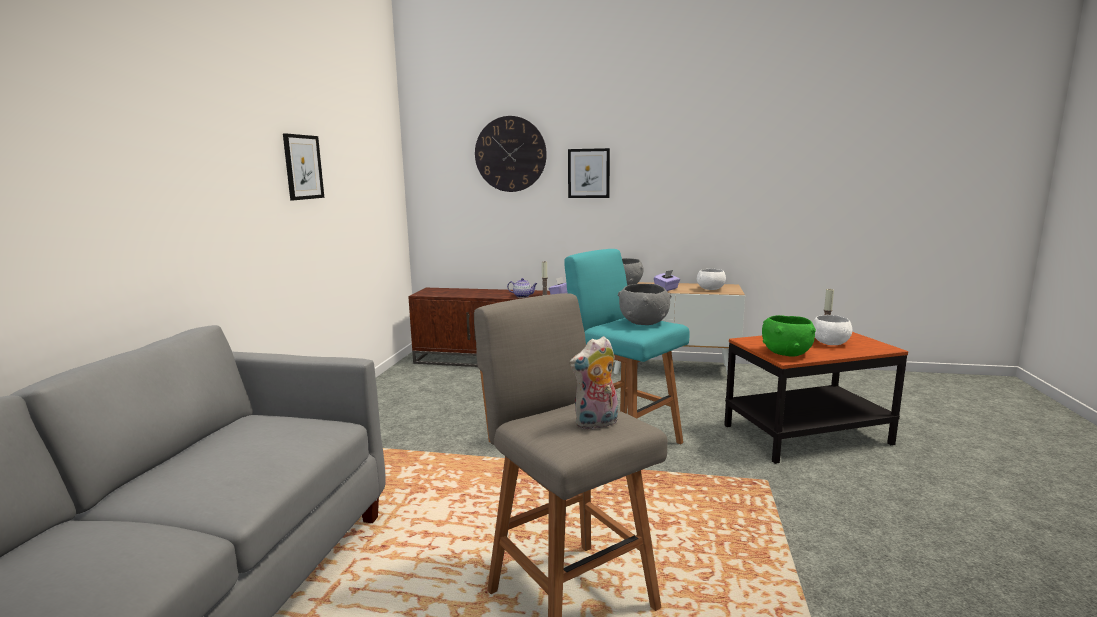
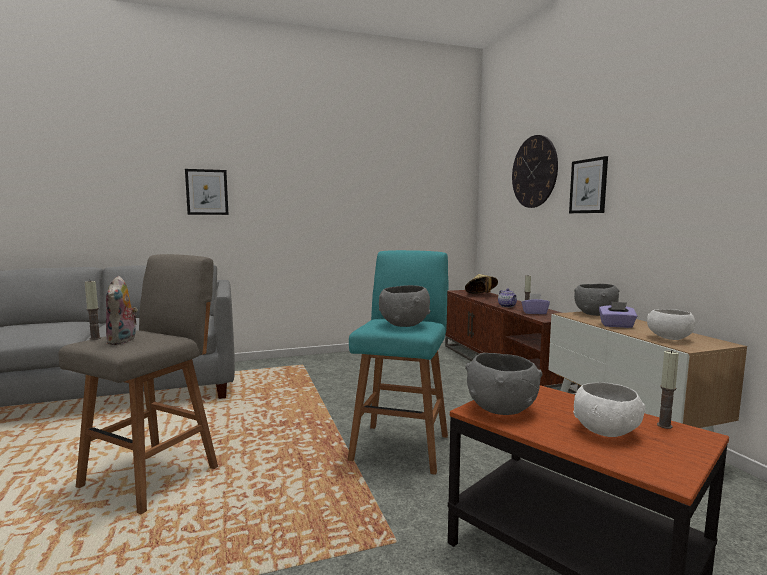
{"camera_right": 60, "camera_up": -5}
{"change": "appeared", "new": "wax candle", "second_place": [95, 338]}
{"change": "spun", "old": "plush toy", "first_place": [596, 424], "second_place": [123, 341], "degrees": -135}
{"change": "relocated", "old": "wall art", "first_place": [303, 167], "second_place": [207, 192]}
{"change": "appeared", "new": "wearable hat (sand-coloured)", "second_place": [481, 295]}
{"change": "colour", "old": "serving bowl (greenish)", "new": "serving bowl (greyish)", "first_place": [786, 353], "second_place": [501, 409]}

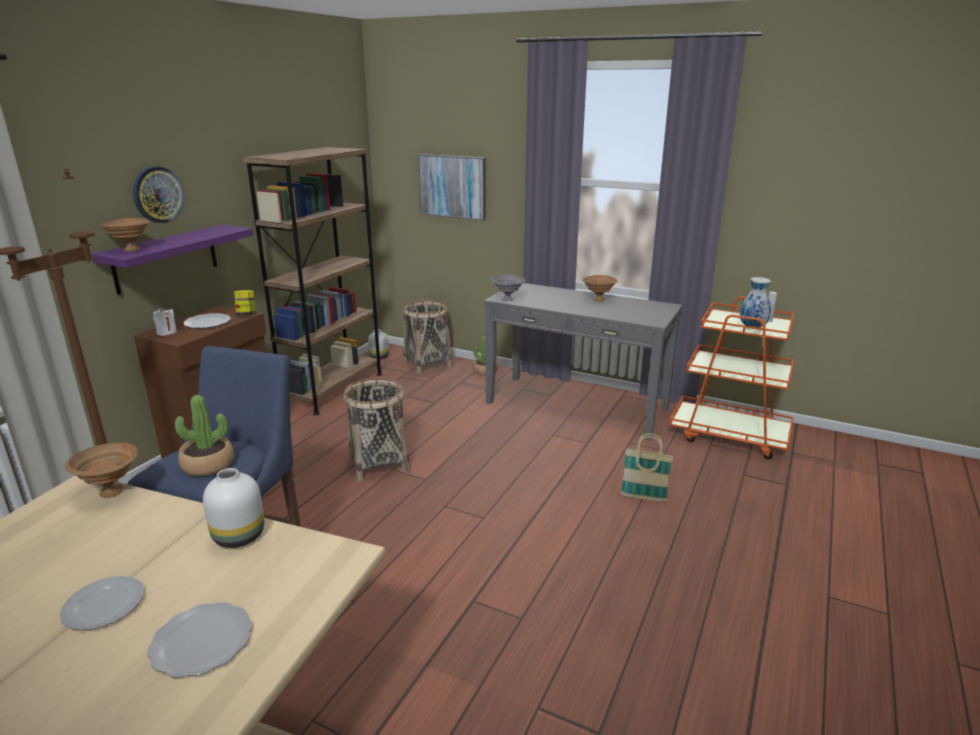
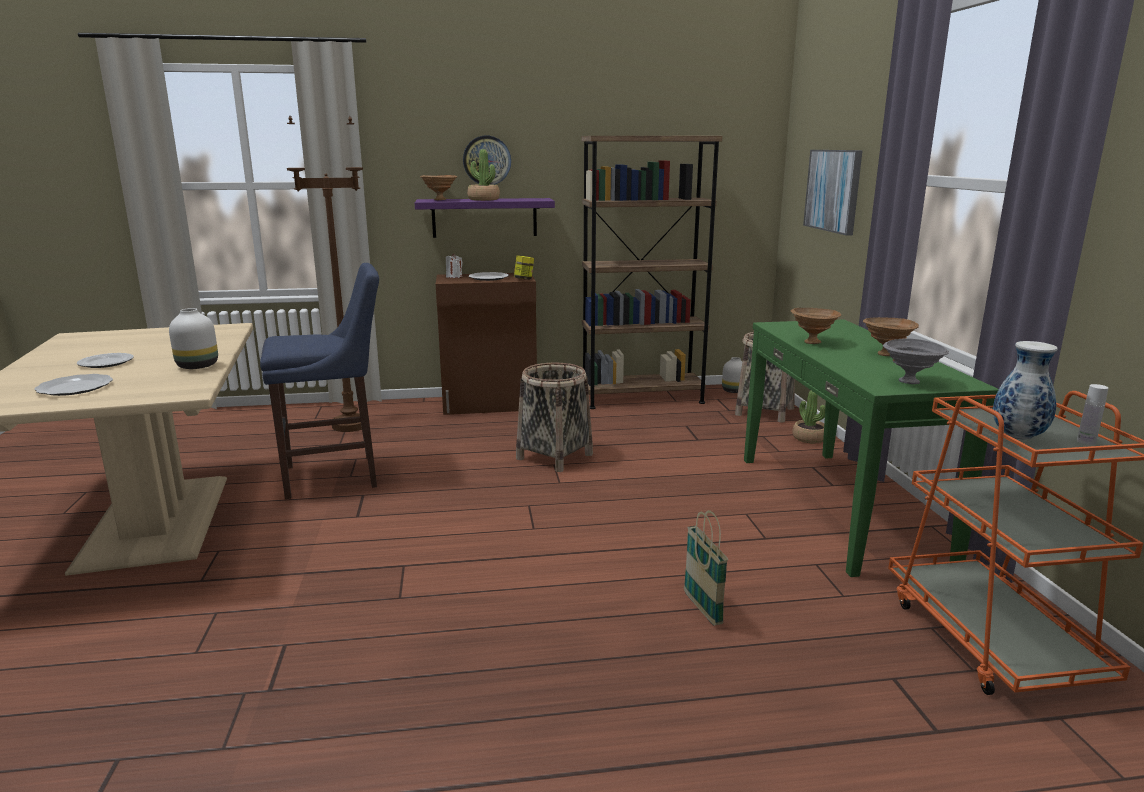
{"camera_right": 55, "camera_up": -5}
{"change": "relocated", "old": "houseplant", "first_place": [208, 465], "second_place": [483, 199]}
{"change": "colour", "old": "console table (greyish)", "new": "console table (greenish)", "first_place": [576, 405], "second_place": [839, 506]}
{"change": "relocated", "old": "serving bowl (brownish)", "first_place": [110, 491], "second_place": [812, 342]}
{"change": "relocated", "old": "serving bowl (greyish)", "first_place": [508, 299], "second_place": [911, 382]}

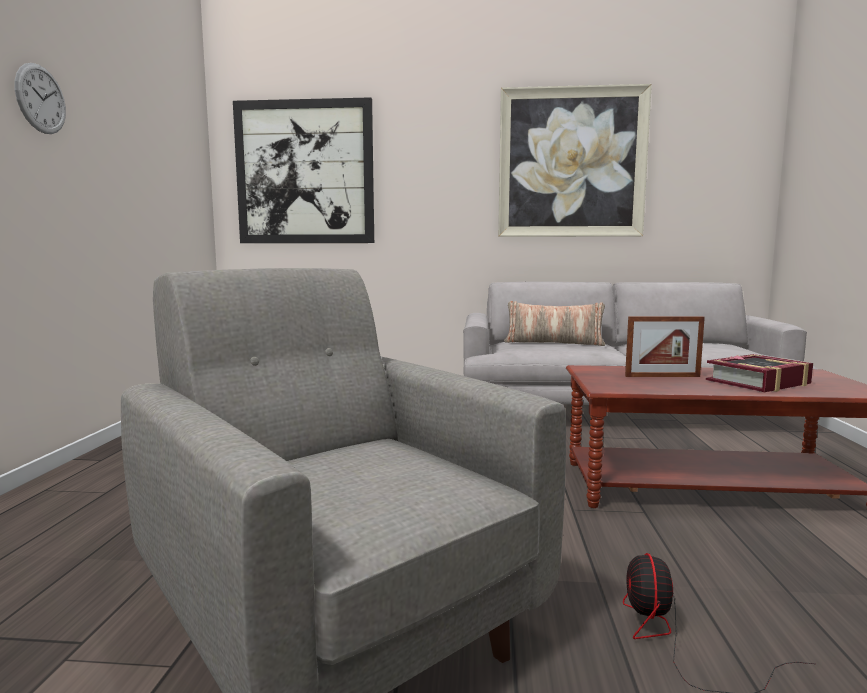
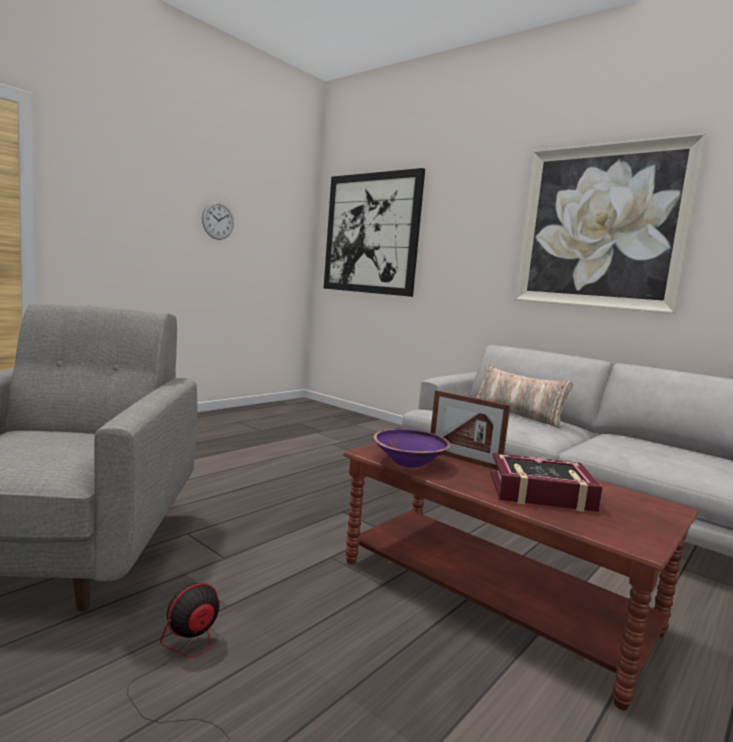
{"camera_right": 35, "camera_up": 0}
{"change": "relocated", "old": "wall clock", "first_place": [41, 99], "second_place": [218, 220]}
{"change": "appeared", "new": "serving bowl (purple)", "second_place": [409, 462]}

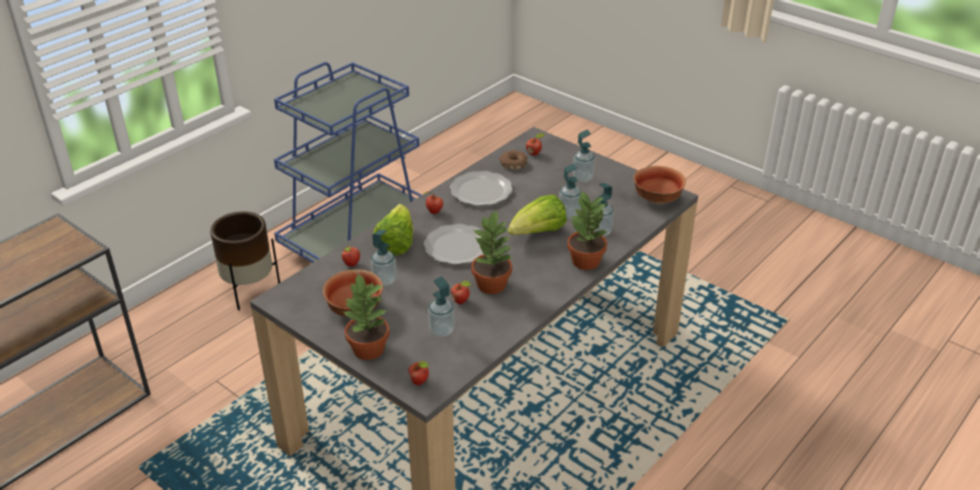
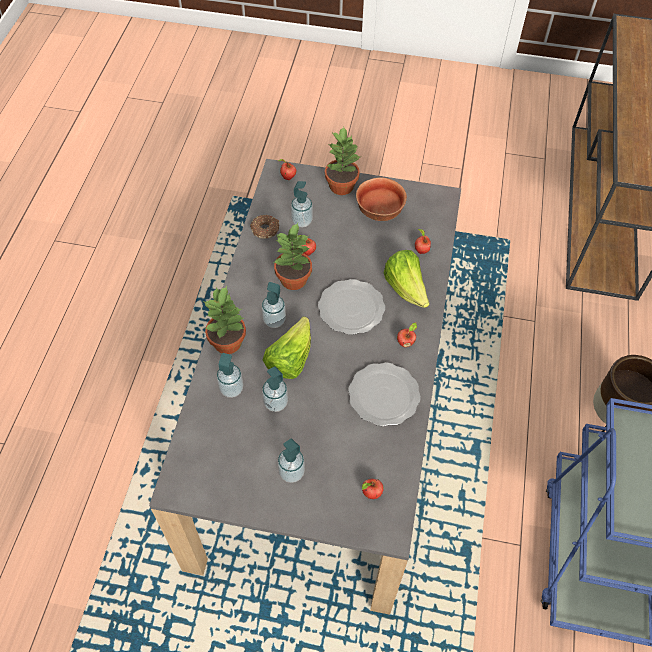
{"camera_right": 150, "camera_up": 20}
{"change": "relocated", "old": "ring doughnut", "first_place": [513, 164], "second_place": [265, 229]}
{"change": "relocated", "old": "liquid soap bottle", "first_place": [384, 280], "second_place": [274, 320]}
{"change": "missing", "old": "serving bowl", "first_place": [656, 199]}

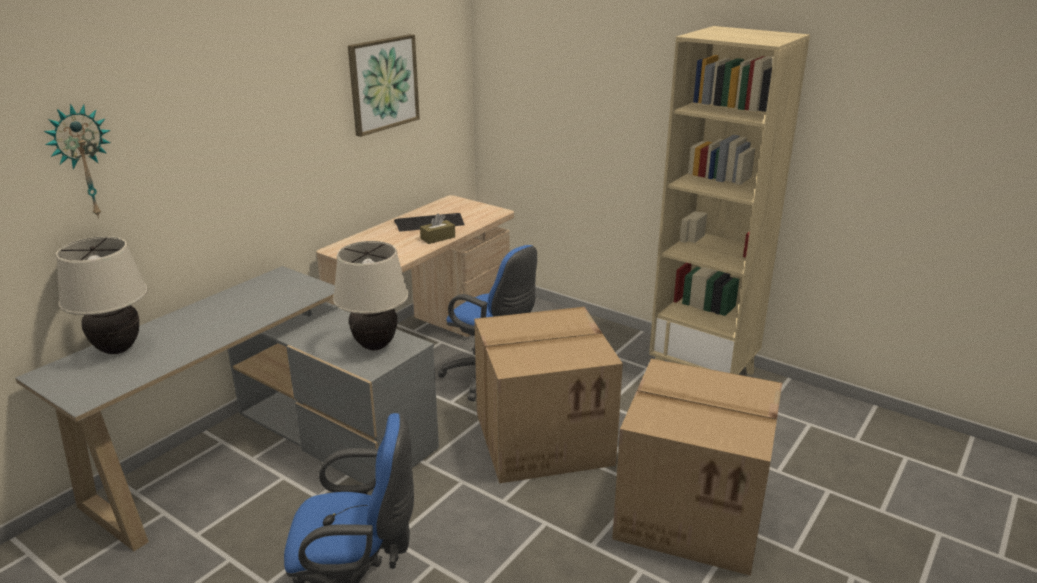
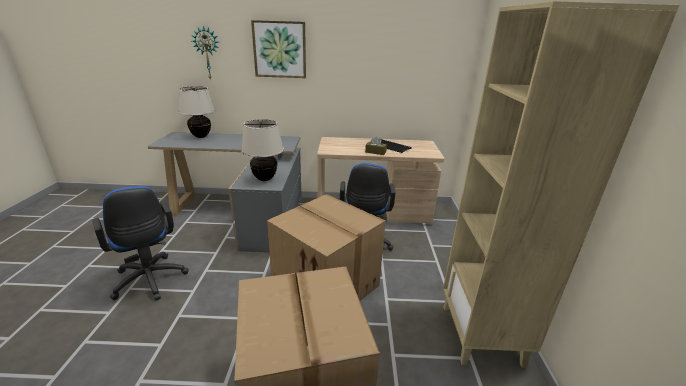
{"camera_right": 55, "camera_up": 0}
{"change": "relocated", "old": "wall art", "first_place": [383, 84], "second_place": [280, 49]}

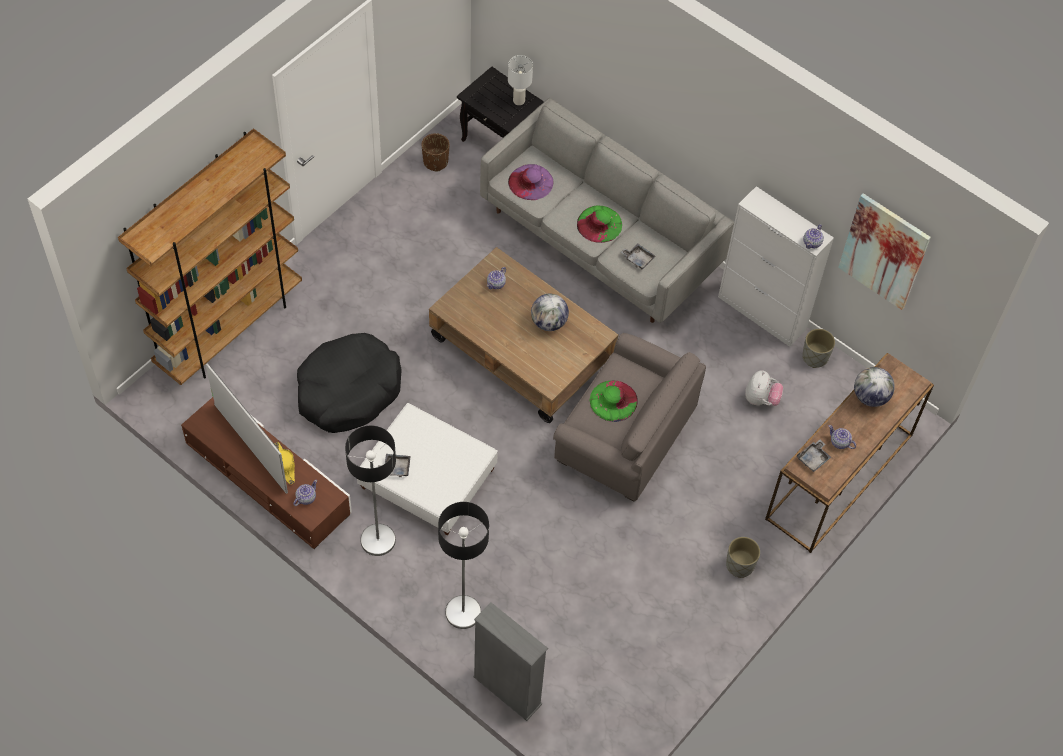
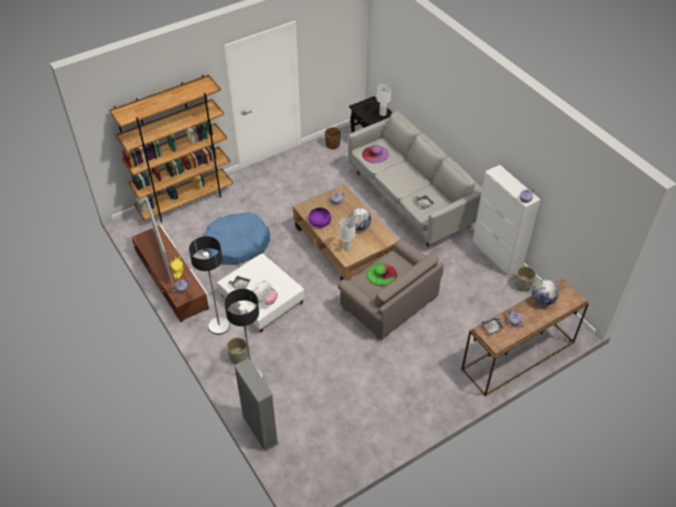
{"camera_right": 20, "camera_up": -10}
{"change": "colour", "old": "pet bed (black-coloured)", "new": "pet bed (bluish)", "first_place": [348, 391], "second_place": [236, 245]}
{"change": "relocated", "old": "flower pot (greyish)", "first_place": [740, 565], "second_place": [238, 357]}
{"change": "relocated", "old": "plush toy", "first_place": [761, 399], "second_place": [265, 300]}
{"change": "appeared", "new": "serving bowl (purple)", "second_place": [319, 222]}
{"change": "appeared", "new": "lamp for a table (white)", "second_place": [347, 248]}
{"change": "missing", "old": "wearable hat (greenish)", "first_place": [599, 224]}
{"change": "missing", "old": "wall art", "first_place": [884, 251]}

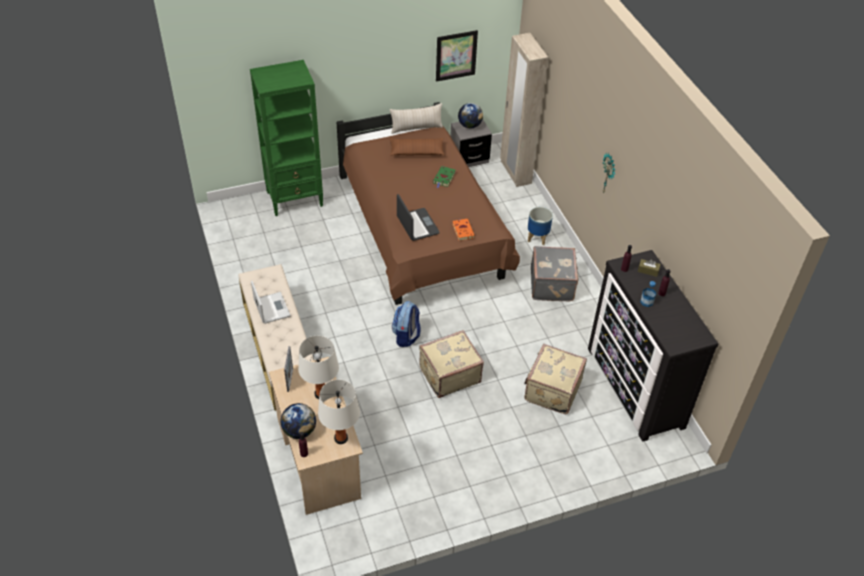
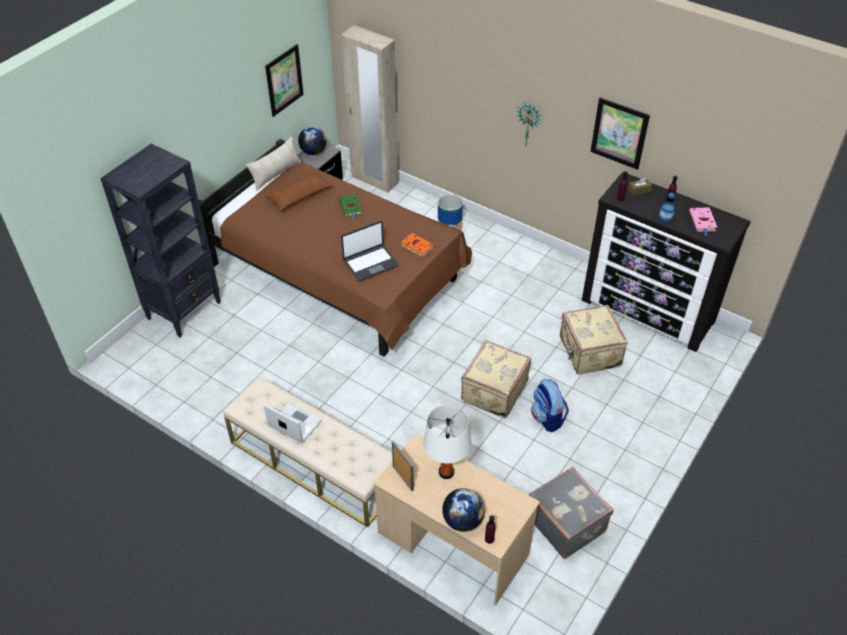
{"camera_right": -35, "camera_up": 0}
{"change": "colour", "old": "shelving unit (greenish)", "new": "shelving unit (black-coloured)", "first_place": [295, 199], "second_place": [185, 310]}
{"change": "spun", "old": "notebook computer", "first_place": [417, 225], "second_place": [370, 263], "degrees": 120}
{"change": "relocated", "old": "suitcase (greyish)", "first_place": [552, 284], "second_place": [566, 523]}
{"change": "relocated", "old": "backpack", "first_place": [406, 336], "second_place": [547, 418]}
{"change": "appeared", "new": "wall art", "second_place": [619, 133]}
{"change": "appeared", "new": "bound book (pink-coloured)", "second_place": [702, 222]}
{"change": "missing", "old": "lamp for a table (white)", "first_place": [341, 438]}

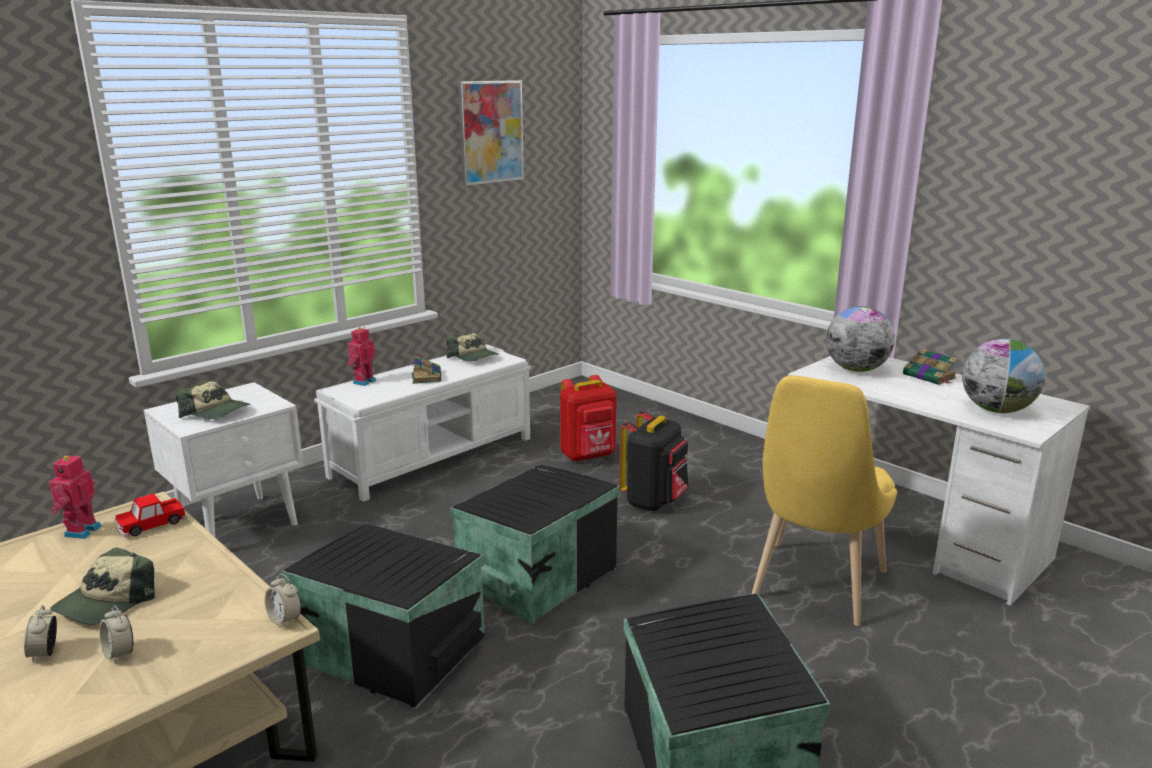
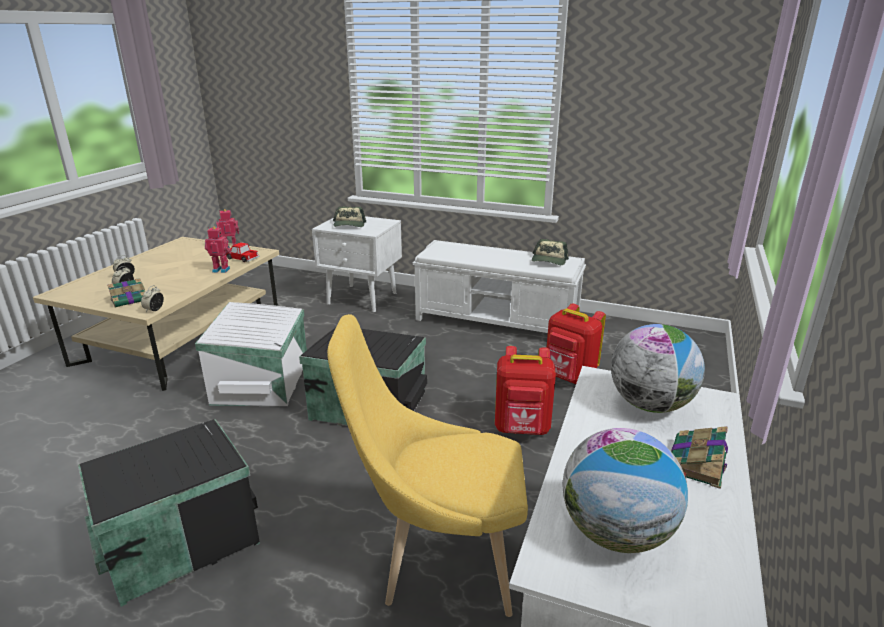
{"camera_right": 65, "camera_up": 5}
{"change": "relocated", "old": "bound book", "first_place": [426, 377], "second_place": [130, 300]}
{"change": "colour", "old": "storage box (black-coloured)", "new": "storage box (white)", "first_place": [393, 648], "second_place": [263, 380]}
{"change": "relocated", "old": "model robot", "first_place": [363, 381], "second_place": [221, 270]}
{"change": "colour", "old": "backpack (black-coloured)", "new": "backpack (red-coloured)", "first_place": [654, 501], "second_place": [522, 429]}
{"change": "missing", "old": "cap", "first_place": [106, 602]}
{"change": "missing", "old": "wall art", "first_place": [491, 132]}

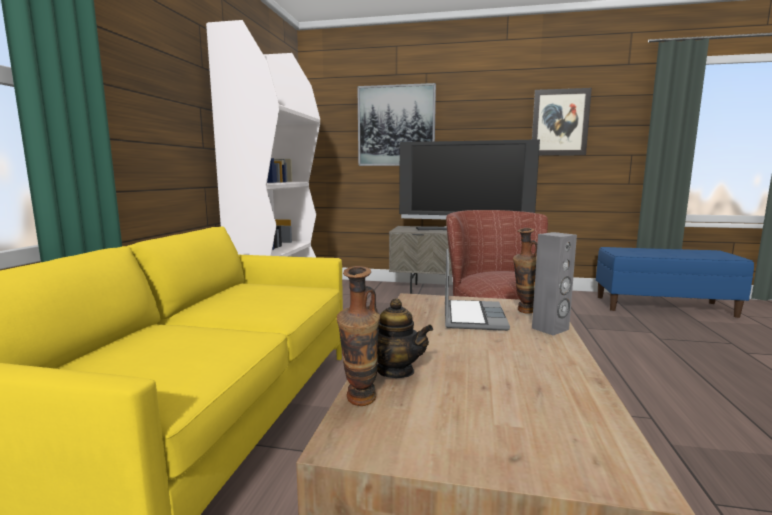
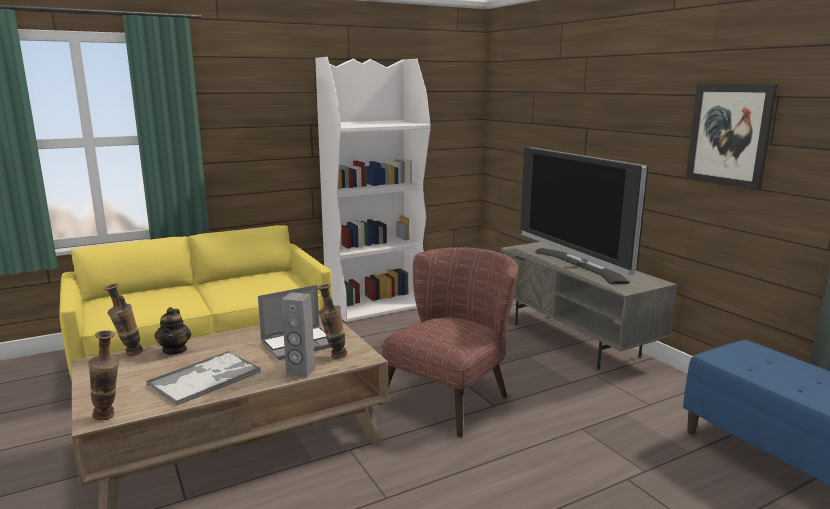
{"camera_right": 50, "camera_up": 5}
{"change": "appeared", "new": "vase", "second_place": [110, 417]}
{"change": "appeared", "new": "serving tray", "second_place": [206, 378]}
{"change": "missing", "old": "wall art", "first_place": [396, 126]}

